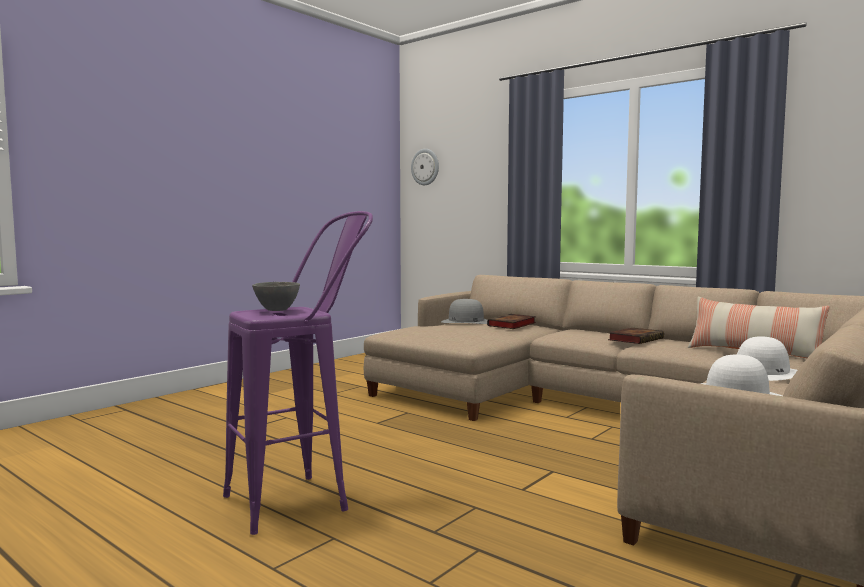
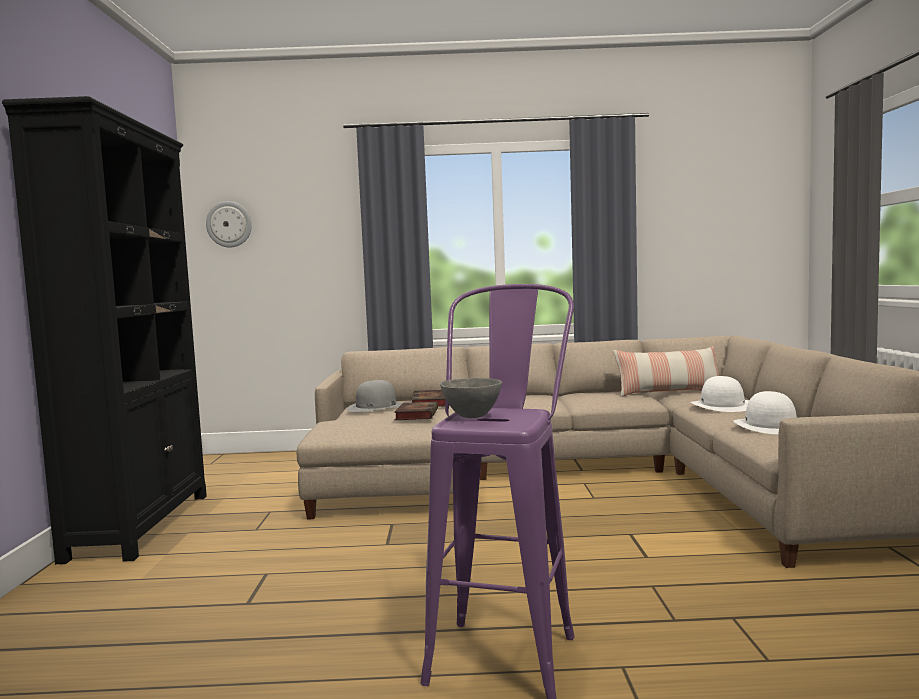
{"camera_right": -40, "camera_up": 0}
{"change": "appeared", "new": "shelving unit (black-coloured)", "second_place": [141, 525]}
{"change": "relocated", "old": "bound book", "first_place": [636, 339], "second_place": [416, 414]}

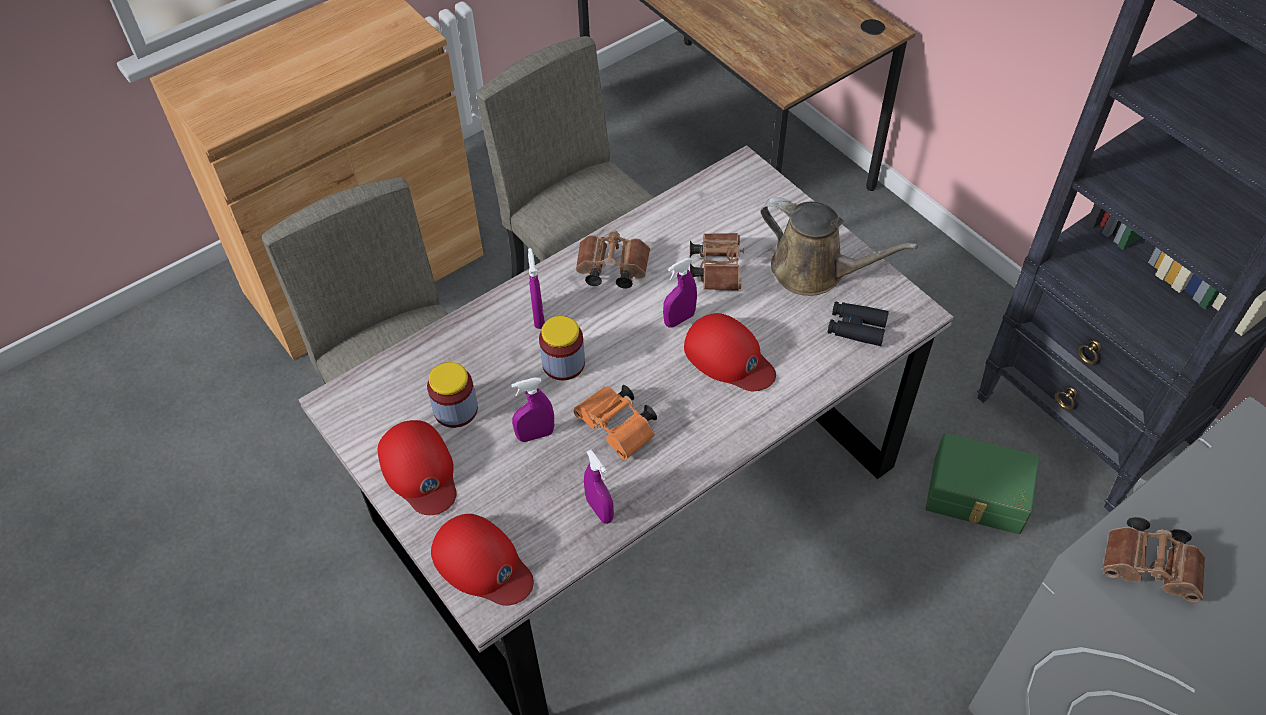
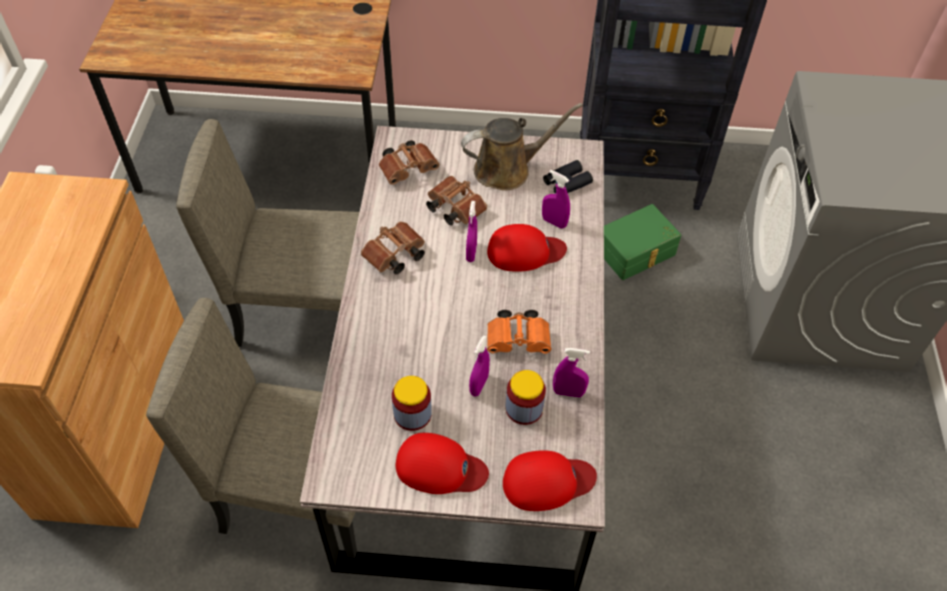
{"camera_right": -50, "camera_up": 0}
{"change": "relocated", "old": "binoculars (brownish)", "first_place": [1152, 569], "second_place": [409, 169]}
{"change": "relocated", "old": "jar", "first_place": [563, 363], "second_place": [524, 408]}
{"change": "relocated", "old": "sprayer (purple)", "first_place": [538, 317], "second_place": [554, 222]}

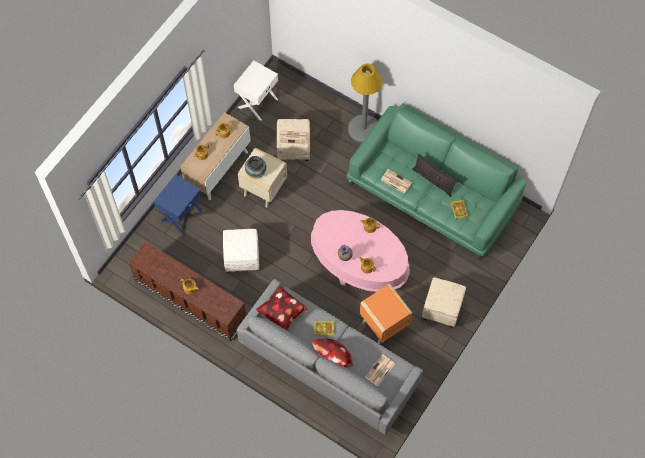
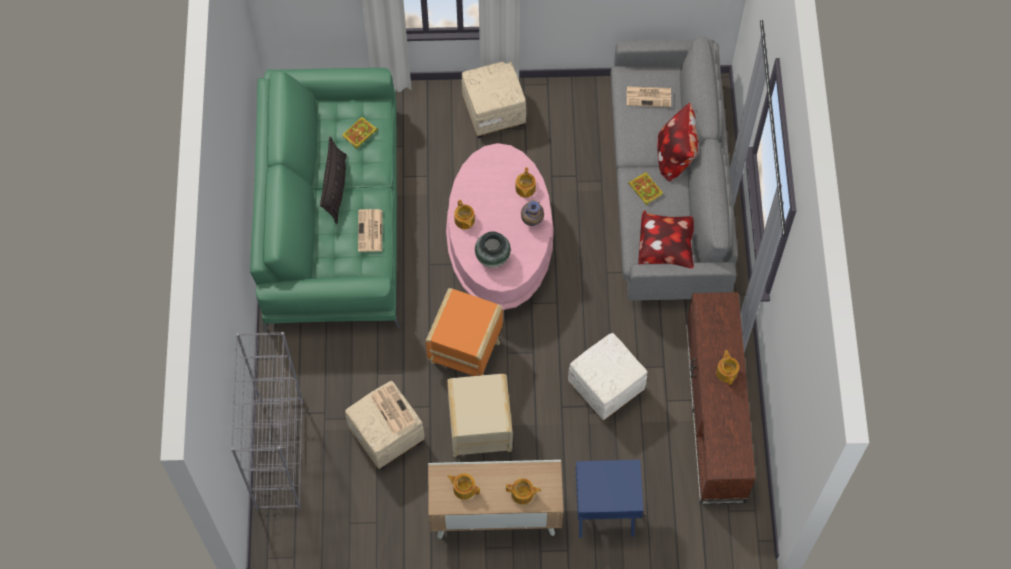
{"camera_right": -125, "camera_up": 0}
{"change": "appeared", "new": "shelving unit (greyish)", "second_place": [279, 454]}
{"change": "relocated", "old": "side table (orange)", "first_place": [384, 323], "second_place": [464, 352]}
{"change": "relocated", "old": "vase", "first_place": [256, 172], "second_place": [492, 258]}
{"change": "missing", "old": "nightstand (white)", "first_place": [257, 103]}
{"change": "missing", "old": "standard lamp (greyish)", "first_place": [364, 129]}

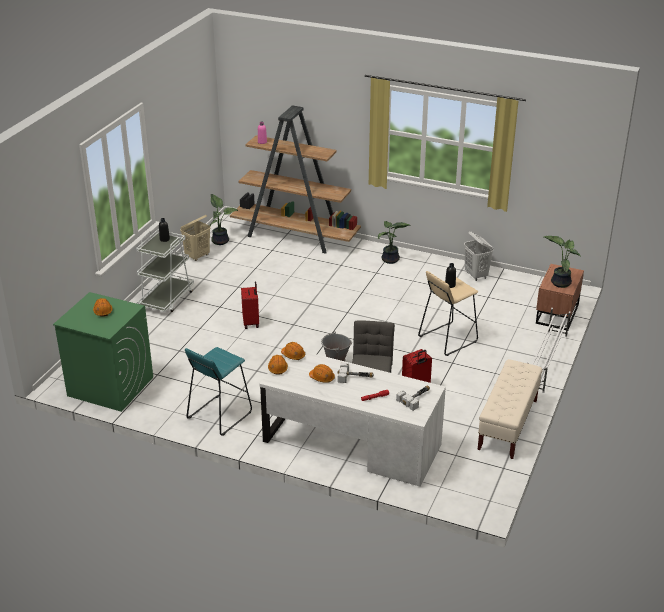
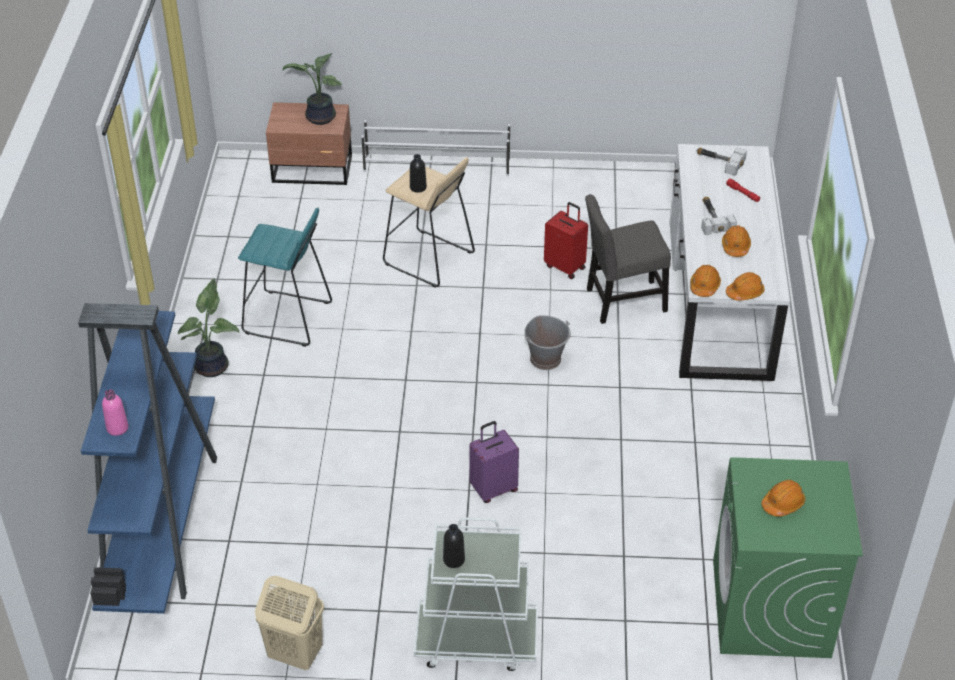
{"camera_right": -110, "camera_up": 10}
{"change": "colour", "old": "shelving unit (brownish)", "new": "shelving unit (bluish)", "first_place": [295, 236], "second_place": [162, 521]}
{"change": "relocated", "old": "sitting stool (turquoise)", "first_place": [219, 415], "second_place": [288, 319]}
{"change": "colour", "old": "suitcase (red-coloured)", "new": "suitcase (purple)", "first_place": [251, 322], "second_place": [493, 488]}
{"change": "missing", "old": "houseplant", "first_place": [221, 241]}
{"change": "missing", "old": "washing basket (white)", "first_place": [476, 275]}
{"change": "missing", "old": "long seat (sand-coloured)", "first_place": [507, 425]}

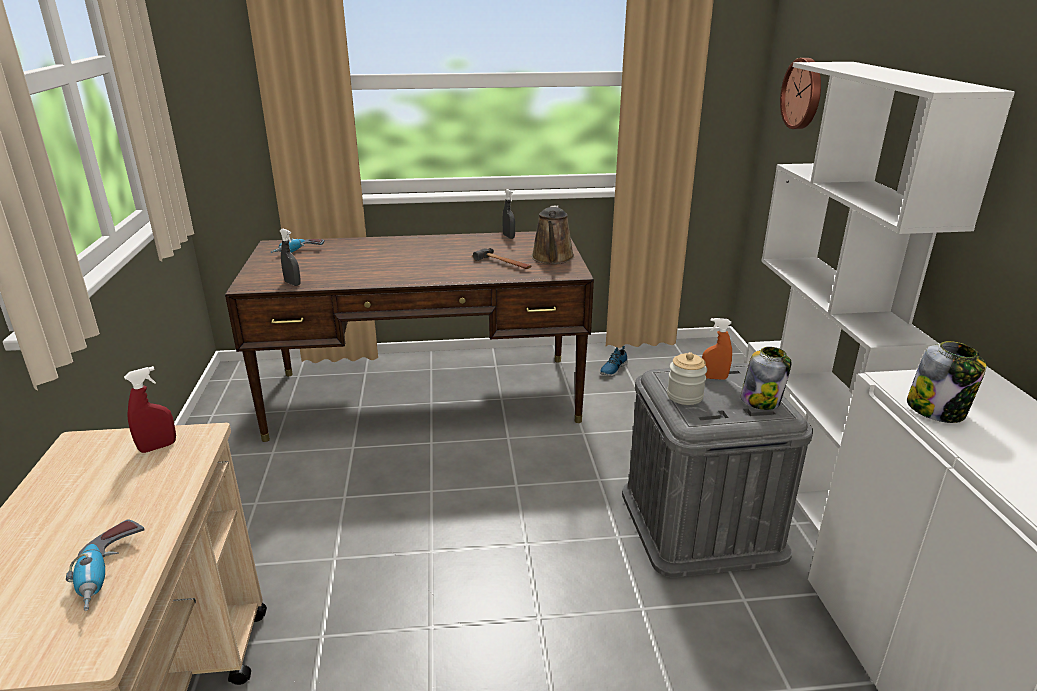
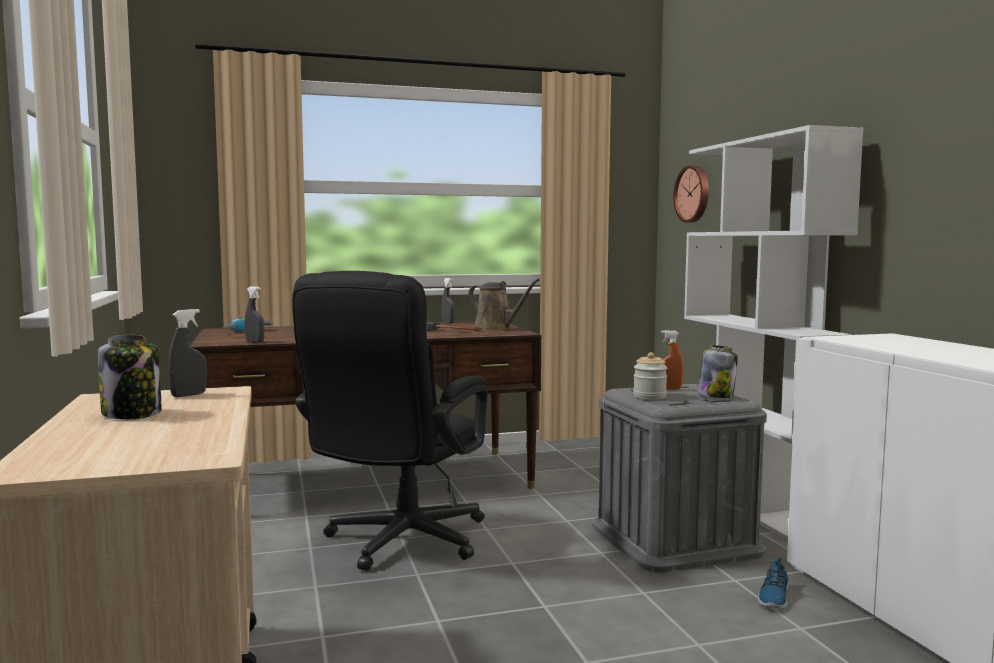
{"camera_right": -10, "camera_up": -20}
{"change": "relocated", "old": "jar", "first_place": [937, 410], "second_place": [132, 414]}
{"change": "colour", "old": "sprayer (red-coloured)", "new": "sprayer (greyish)", "first_place": [158, 447], "second_place": [188, 395]}
{"change": "appeared", "new": "office chair (black-coloured)", "second_place": [398, 544]}
{"change": "spun", "old": "sprinkling can (brownish)", "first_place": [552, 258], "second_place": [496, 329], "degrees": -45}
{"change": "relocated", "old": "item of footwear", "first_place": [613, 369], "second_place": [773, 597]}
{"change": "missing", "old": "power drill", "first_place": [110, 574]}

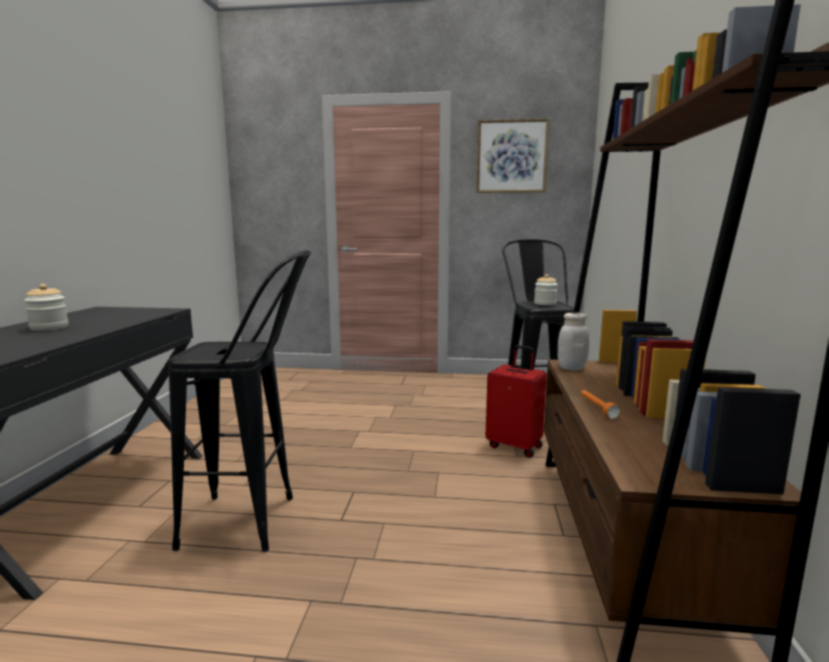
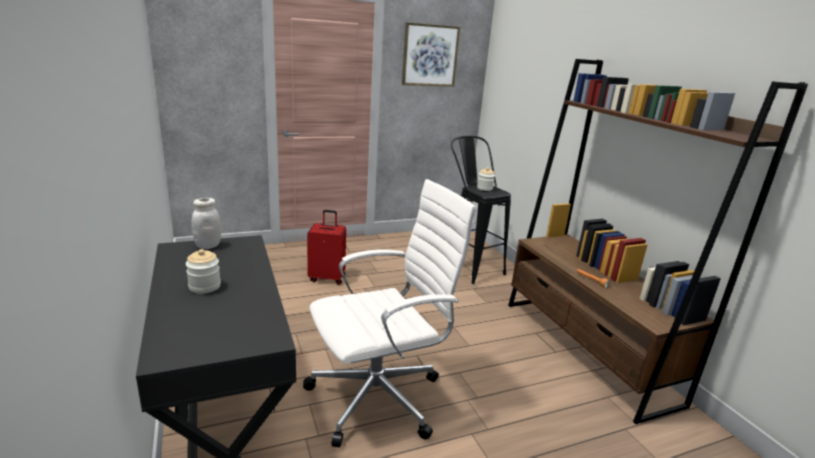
{"camera_right": -30, "camera_up": 10}
{"change": "relocated", "old": "jar (white)", "first_place": [571, 368], "second_place": [208, 246]}
{"change": "exchanged", "old": "sitting stool (black-coloured)", "new": "office chair (white)", "first_place": [257, 522], "second_place": [380, 396]}
{"change": "relocated", "old": "suitcase (red-coloured)", "first_place": [515, 446], "second_place": [327, 278]}

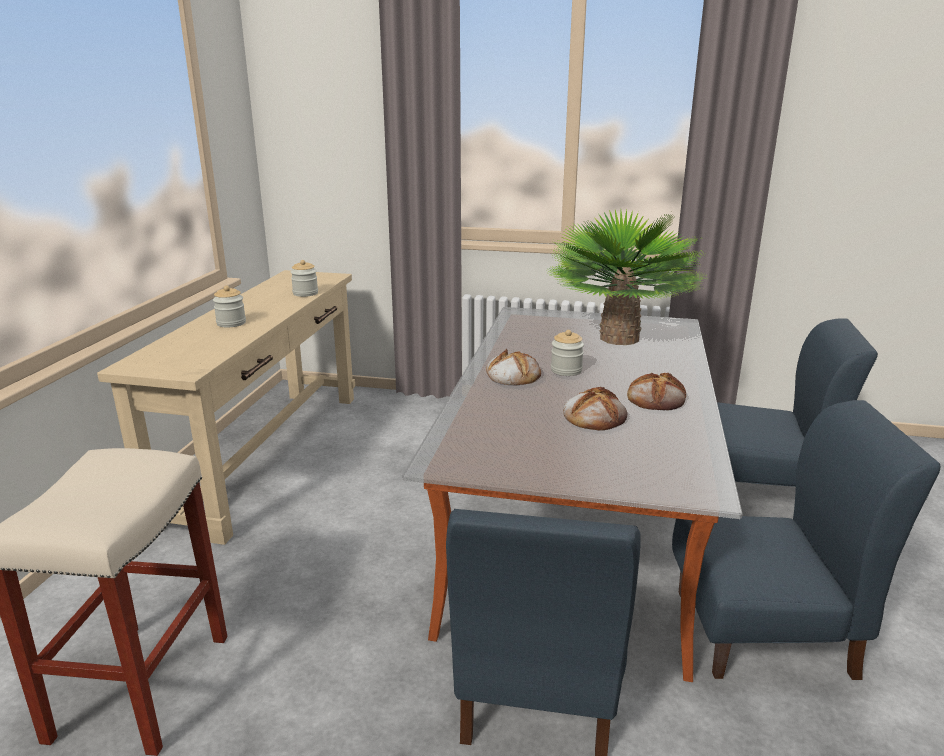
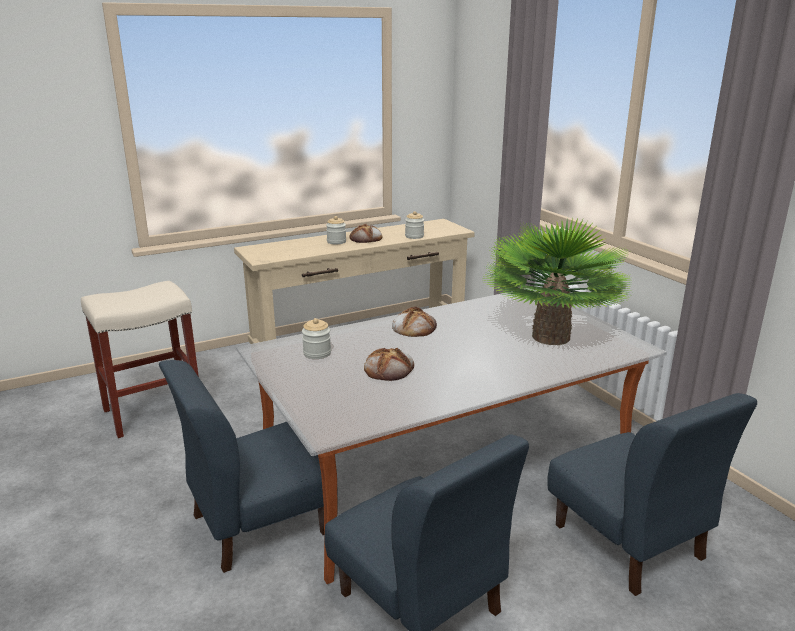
{"camera_right": 50, "camera_up": 0}
{"change": "relocated", "old": "jar", "first_place": [566, 370], "second_place": [317, 353]}
{"change": "relocated", "old": "bread", "first_place": [656, 398], "second_place": [366, 238]}

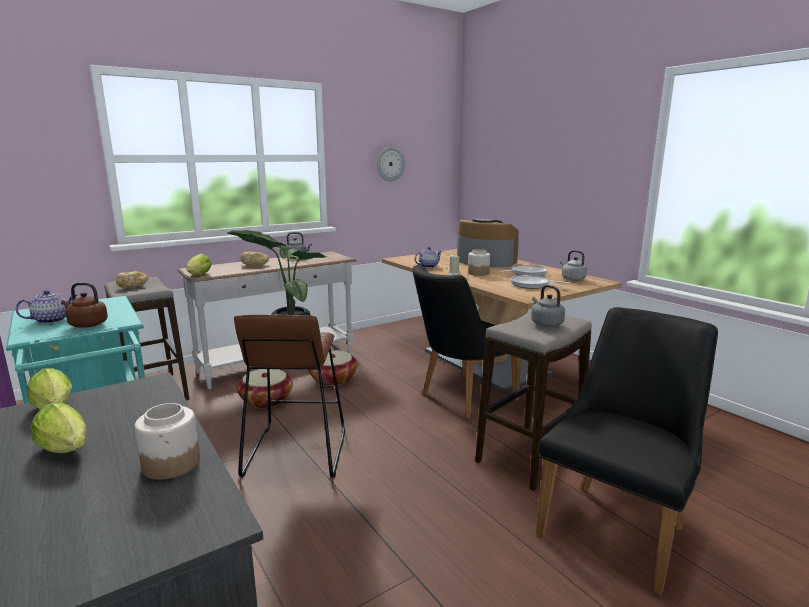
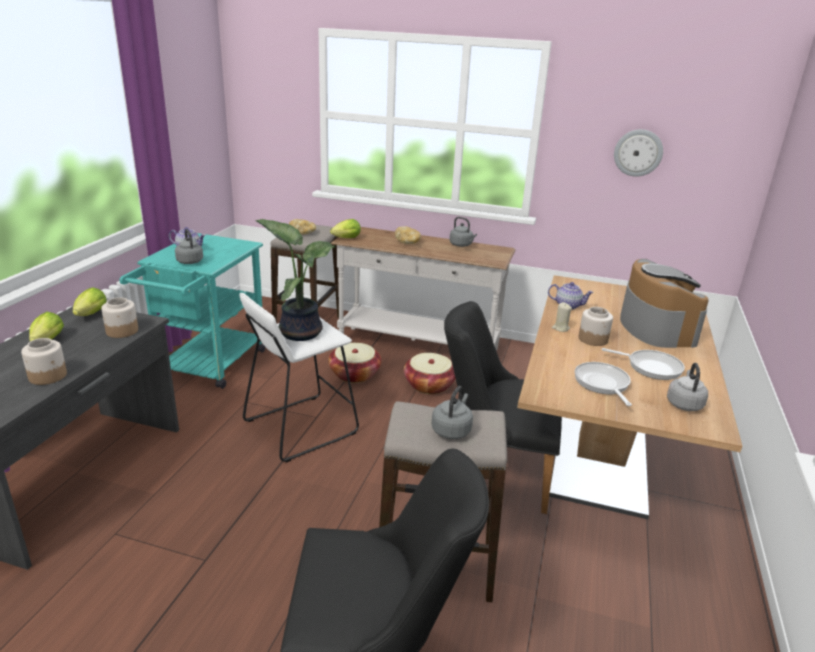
{"camera_right": 50, "camera_up": 10}
{"change": "appeared", "new": "jar", "second_place": [122, 331]}
{"change": "colour", "old": "kettle (brownish)", "new": "kettle (greyish)", "first_place": [86, 324], "second_place": [189, 261]}
{"change": "colour", "old": "sitting stool (brownish)", "new": "sitting stool (white)", "first_place": [296, 451], "second_place": [300, 427]}

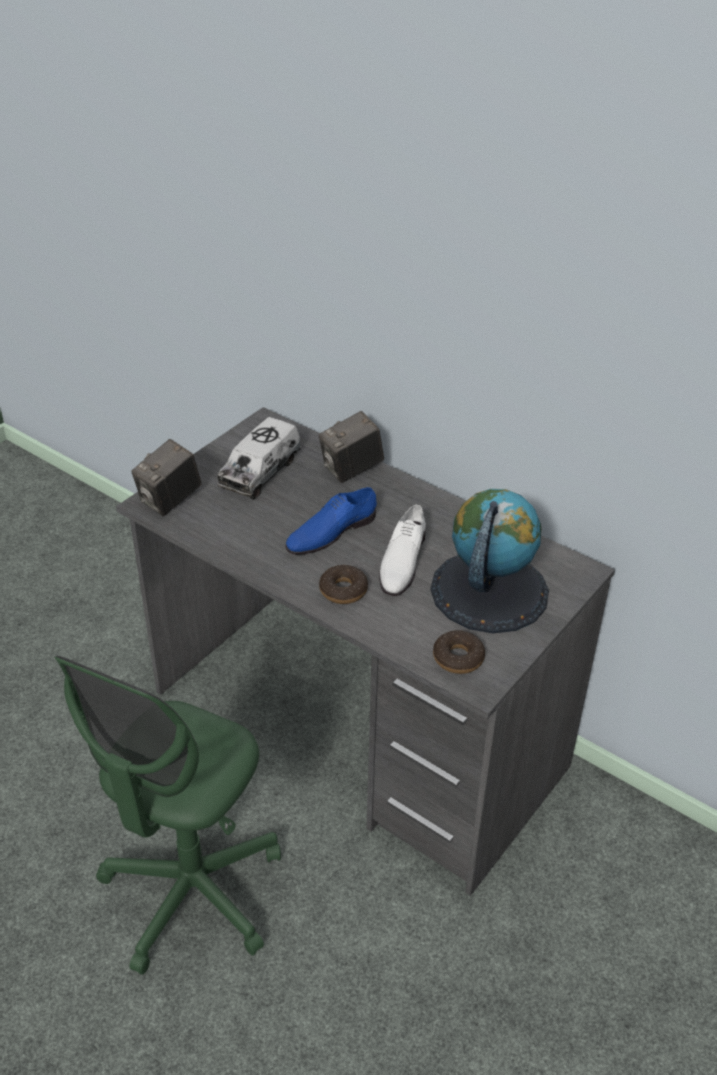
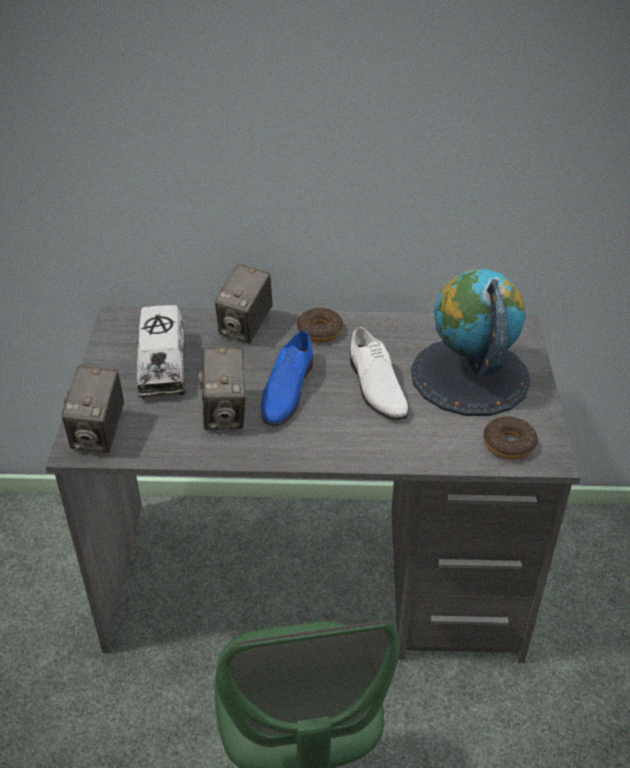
{"camera_right": -35, "camera_up": 0}
{"change": "appeared", "new": "still camera", "second_place": [225, 413]}
{"change": "relocated", "old": "ring doughnut", "first_place": [343, 590], "second_place": [320, 331]}

